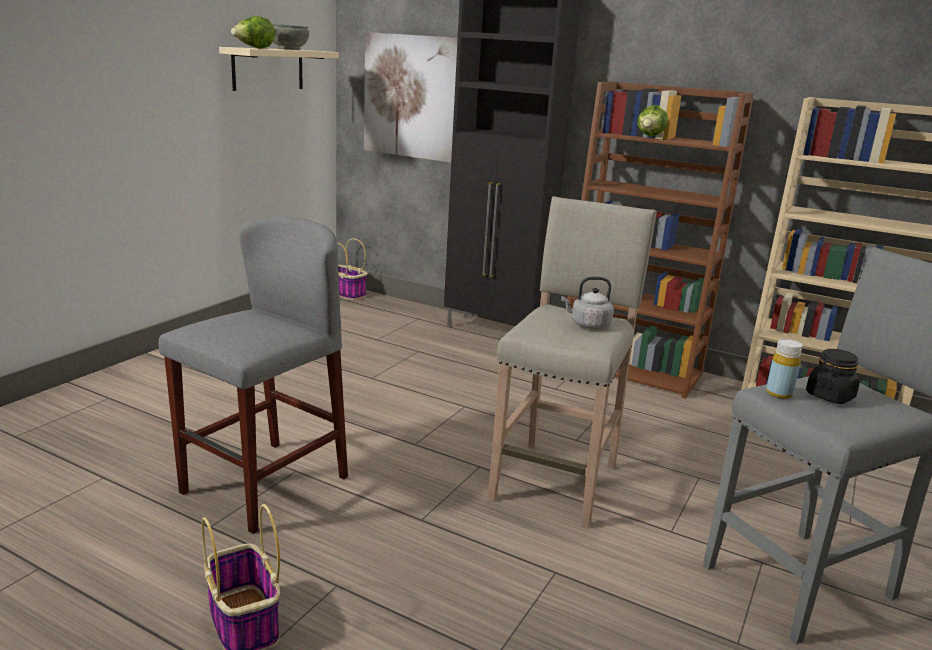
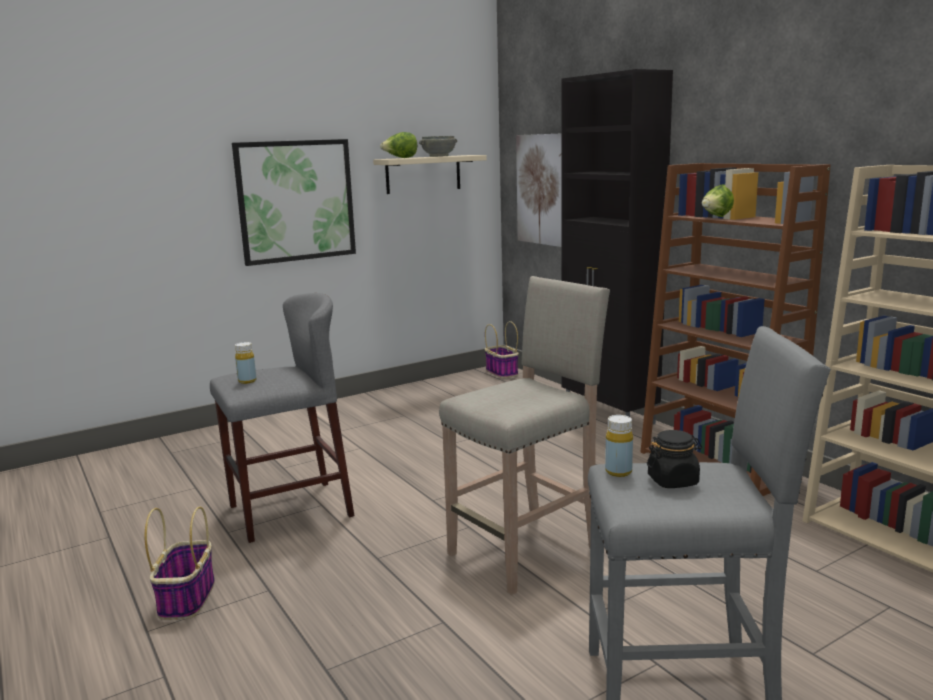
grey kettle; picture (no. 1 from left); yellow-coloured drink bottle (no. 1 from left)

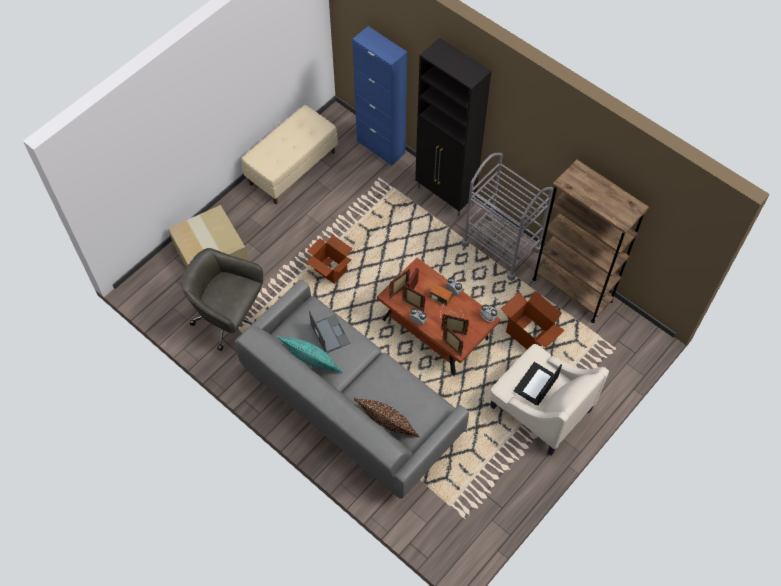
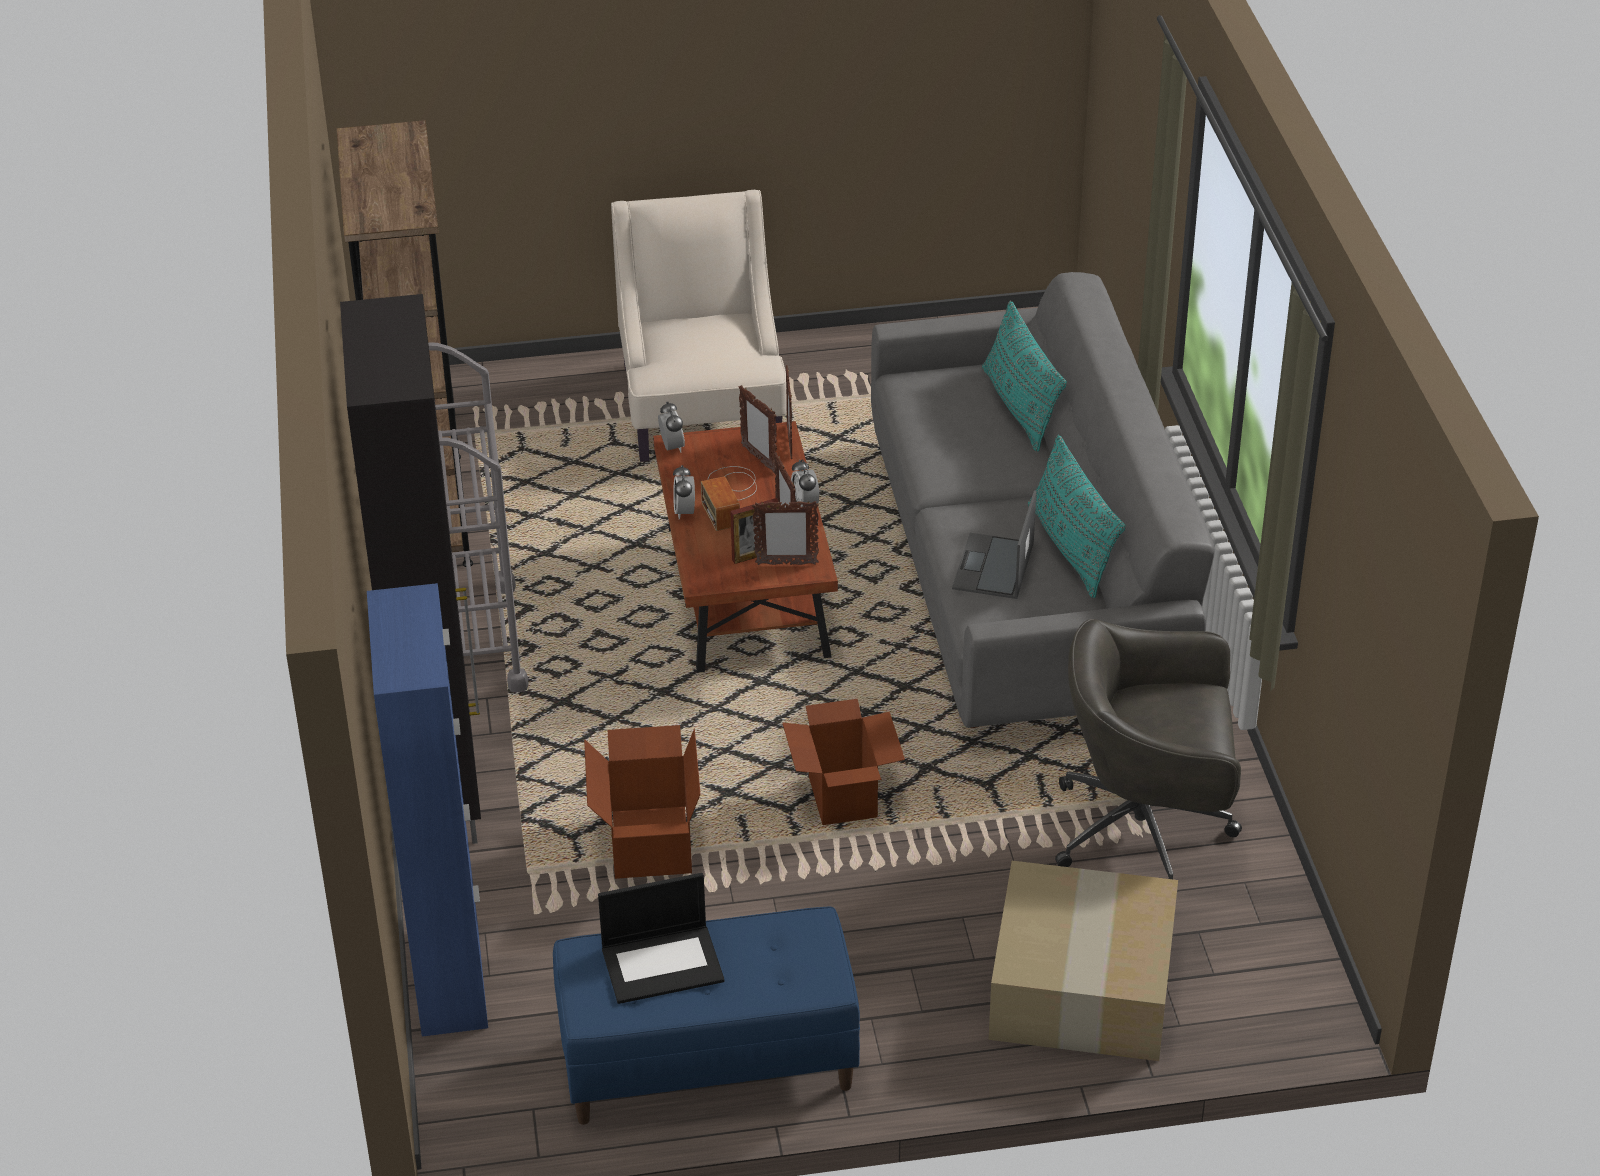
packing box (no. 1 from left); portable computer (no. 1 from left); bluish long seat; turquoise cushion (no. 1 from left); grey desk chair

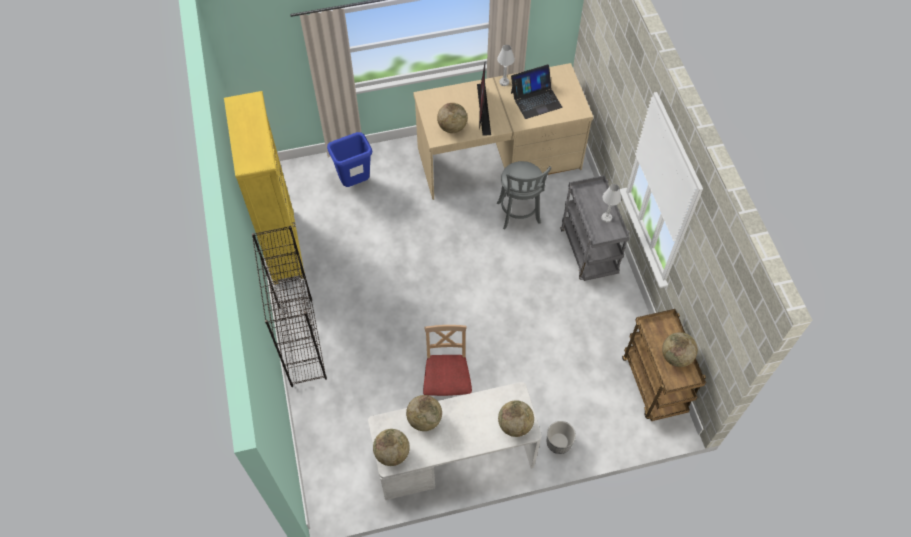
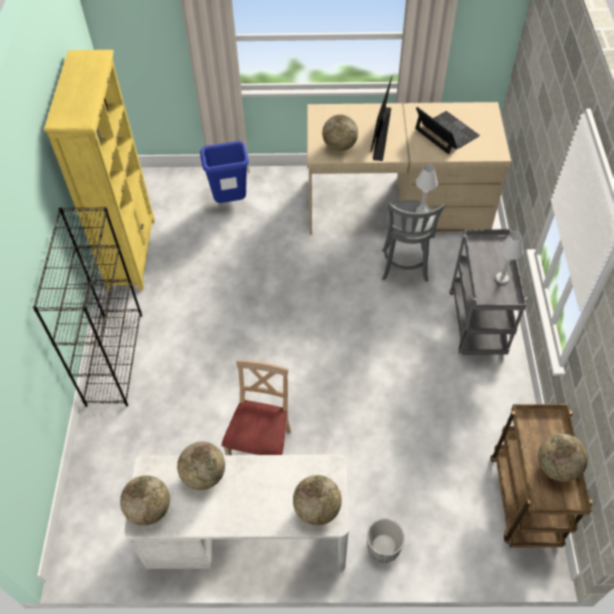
white-coloured lamp for a table (no. 1 from left); portable computer

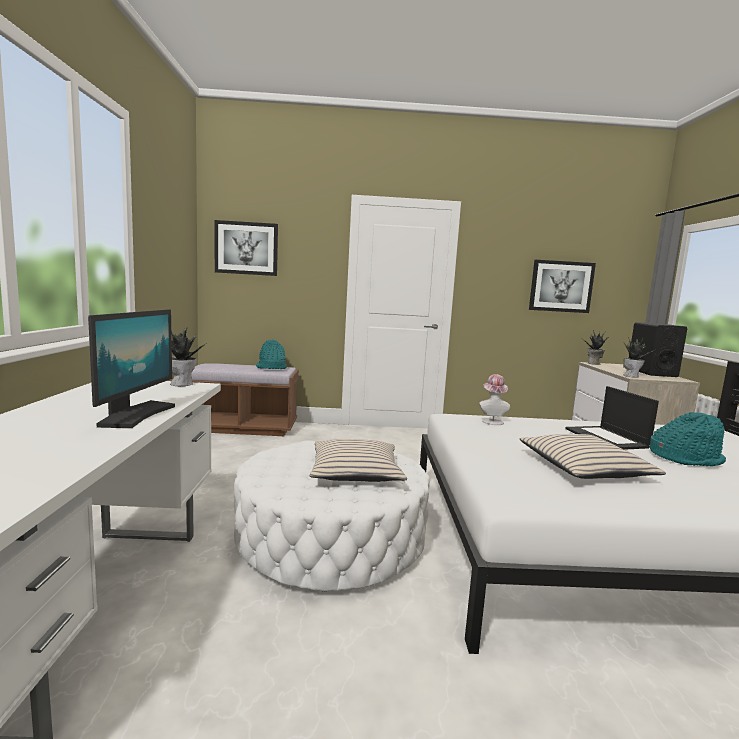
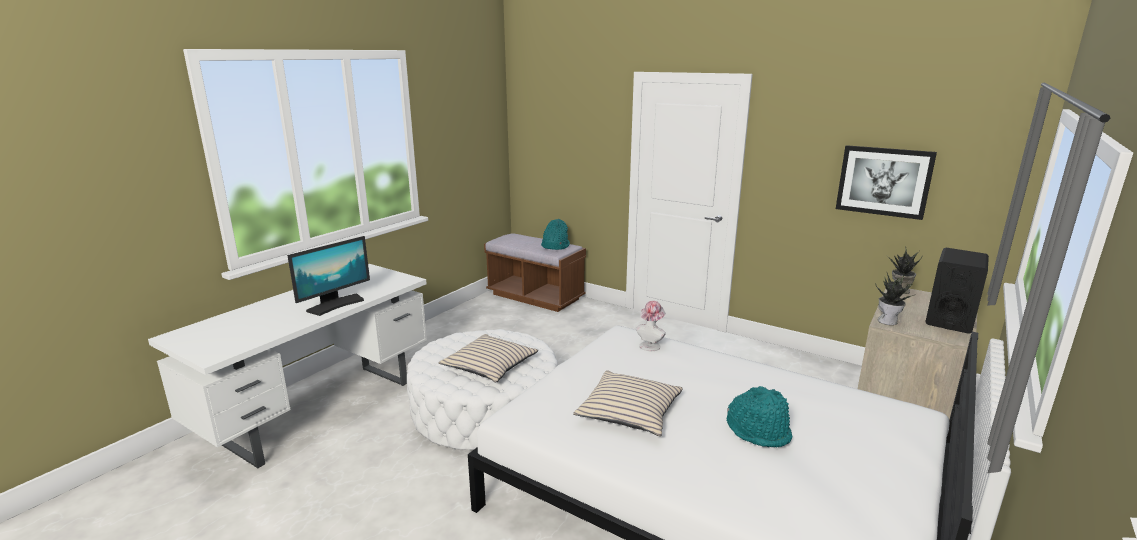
potted plant (no. 1 from left in the first image); picture (no. 1 from left in the first image); portable computer

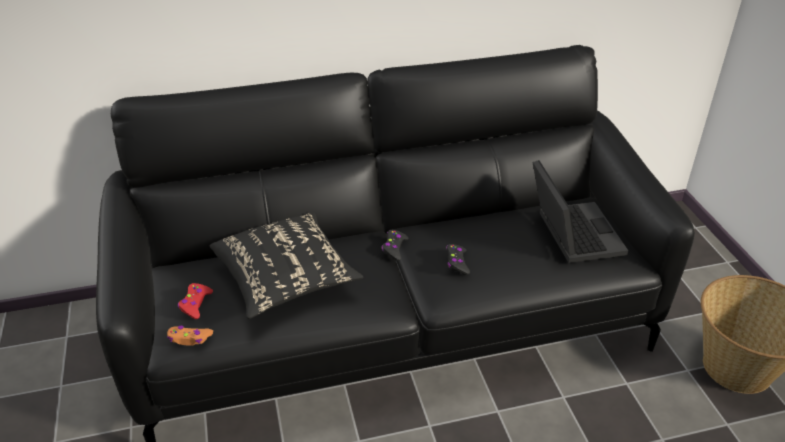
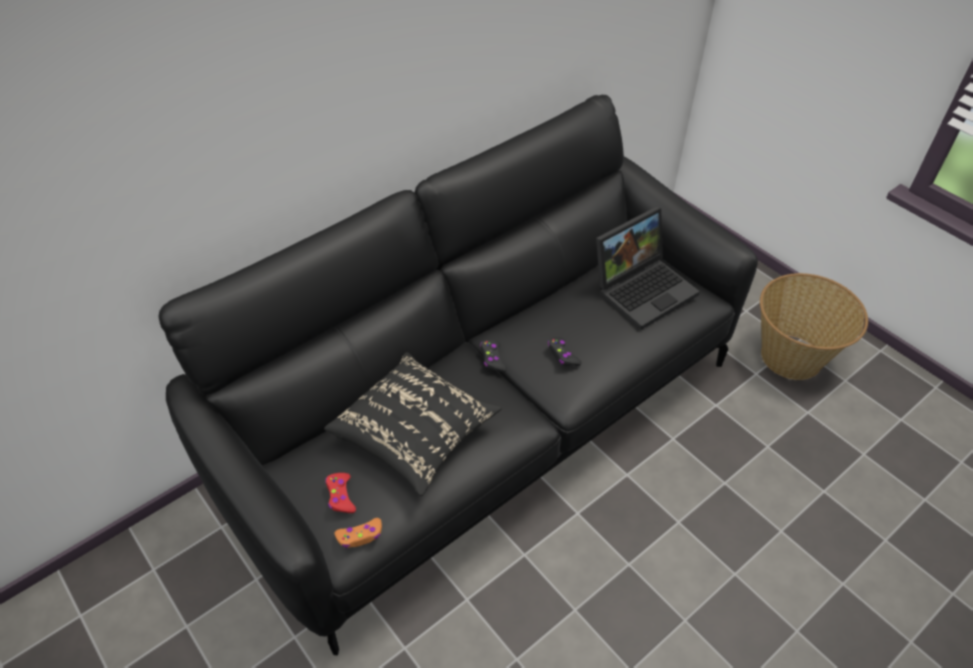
portable computer

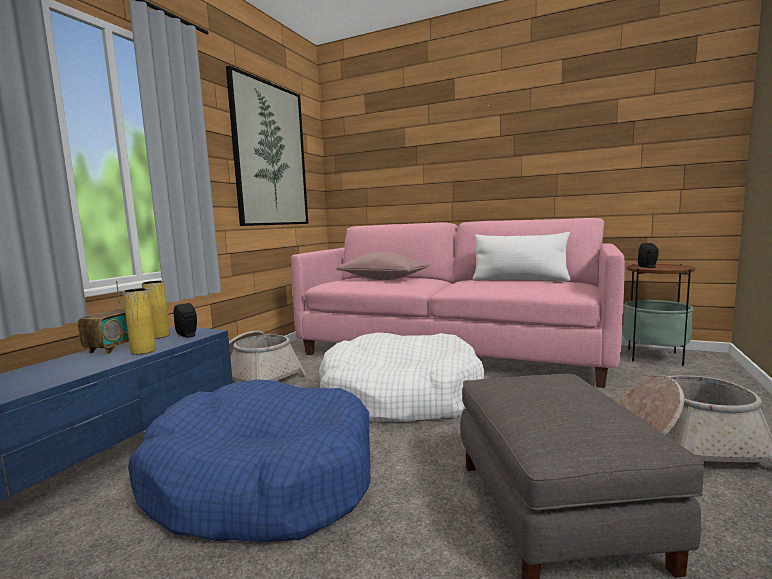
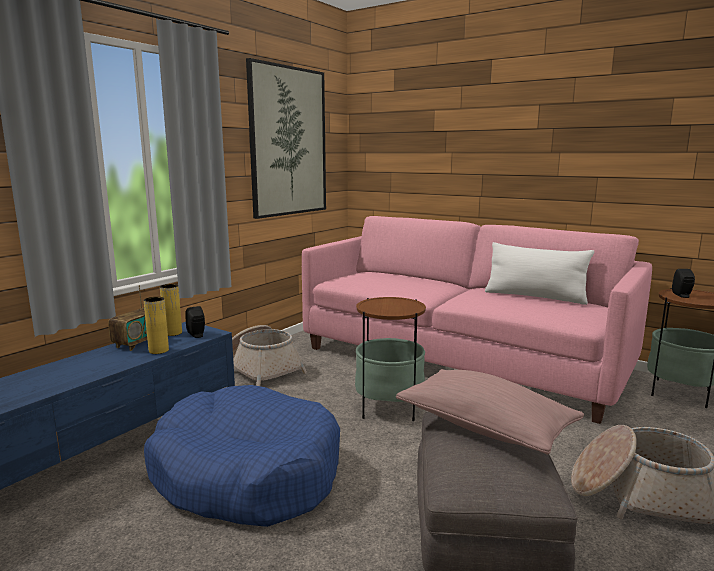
pink cushion; side table (no. 1 from left)

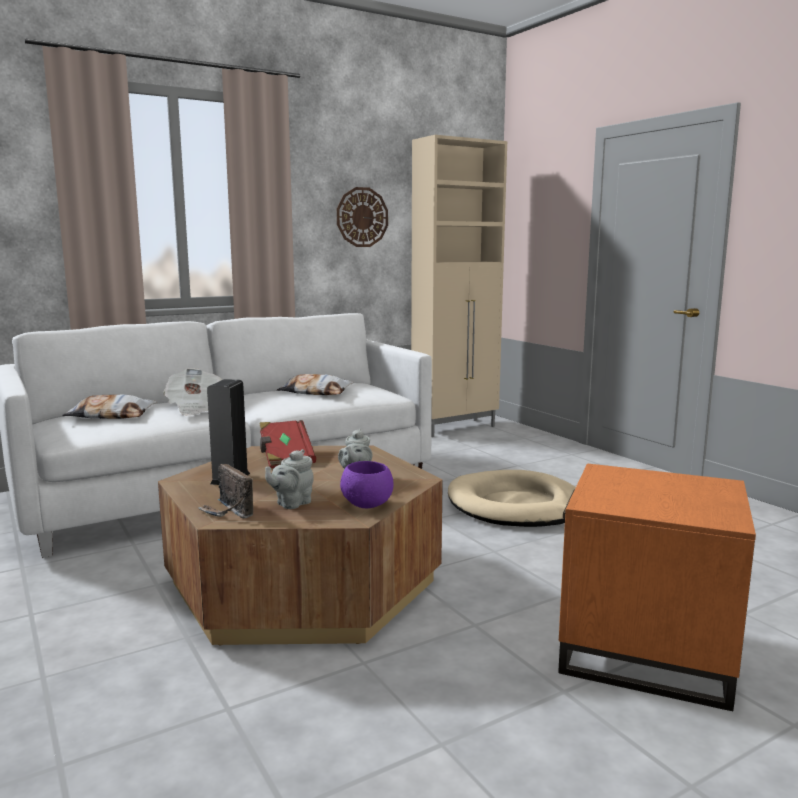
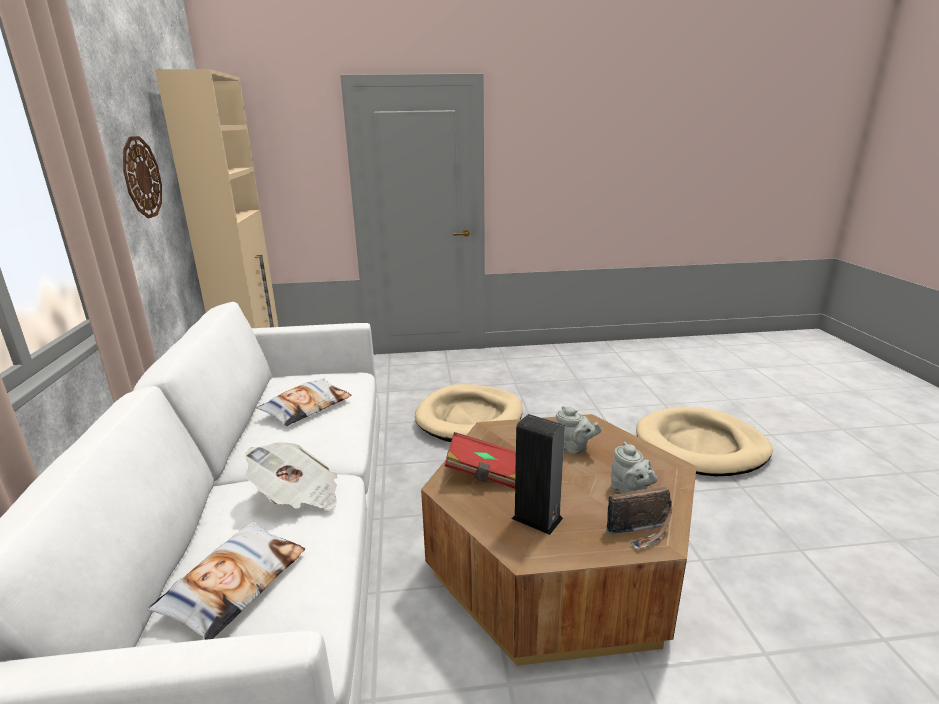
purple deep dish; beige-coloured pet bed (no. 2 from left)

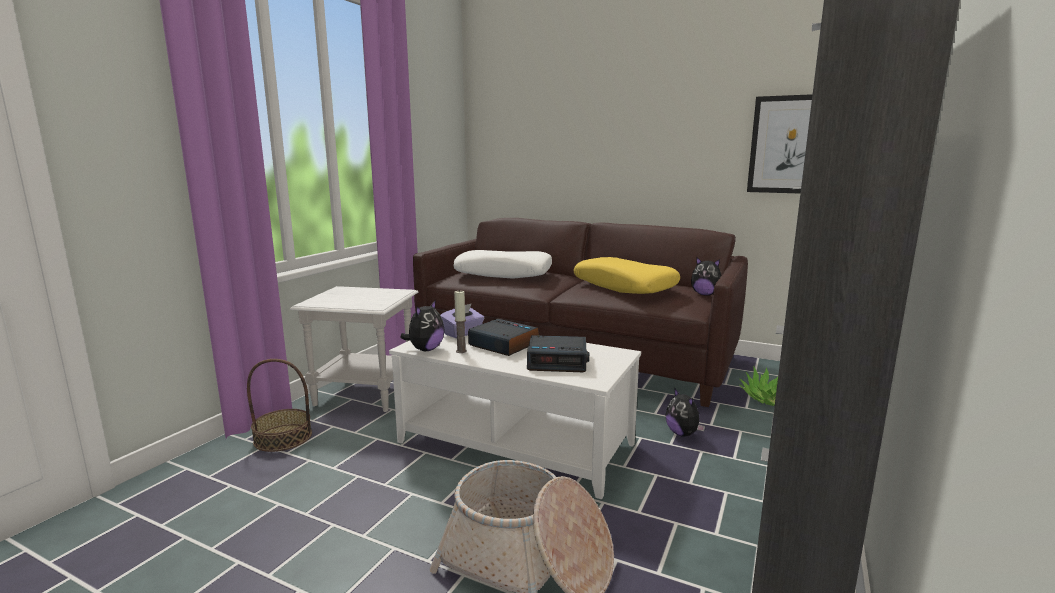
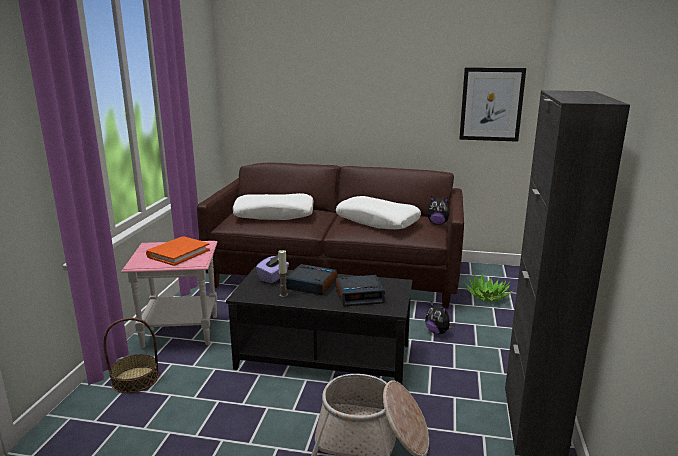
plush toy (no. 1 from left in the first image); orangey bound book; pink side table; black-coloured lounge table; white-coloured cushion (no. 2 from left)

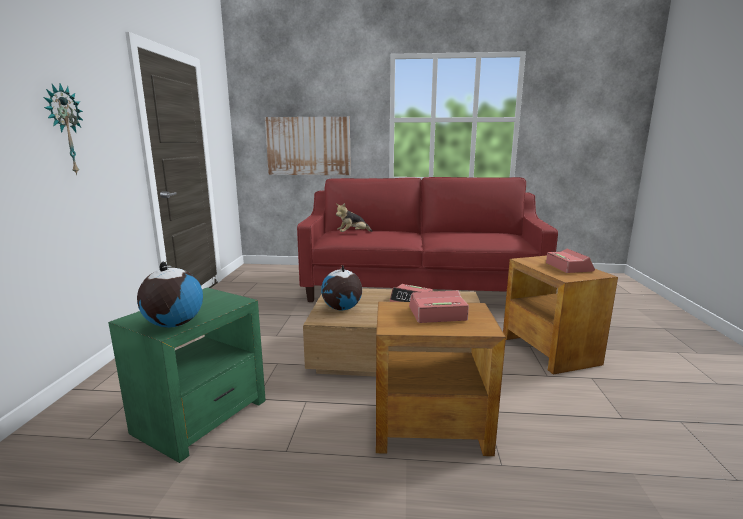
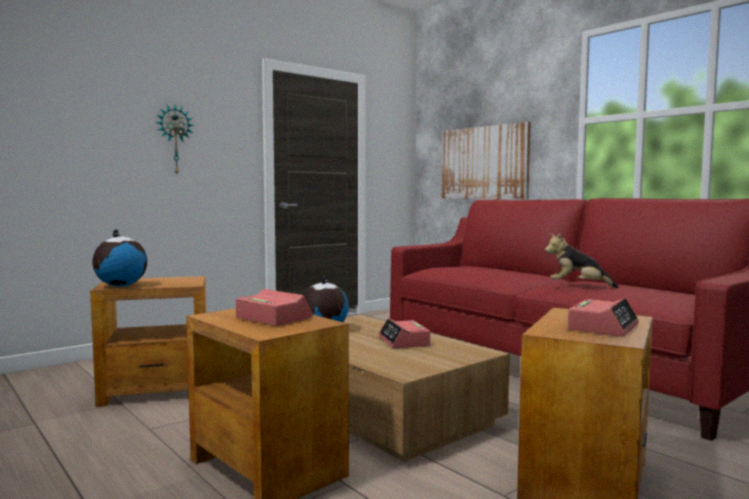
plush toy; brown side table (no. 1 from left)

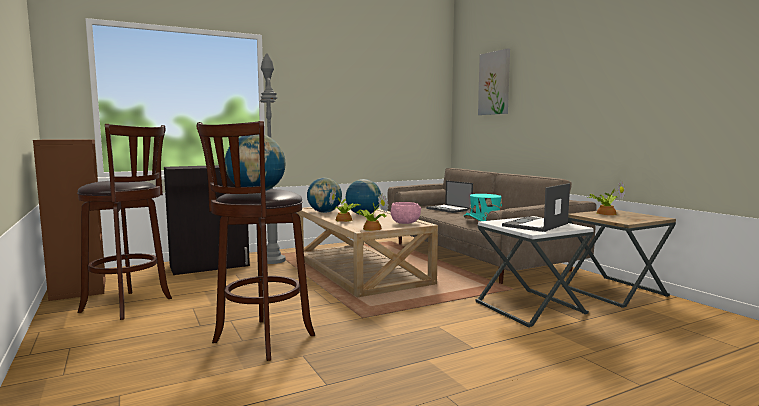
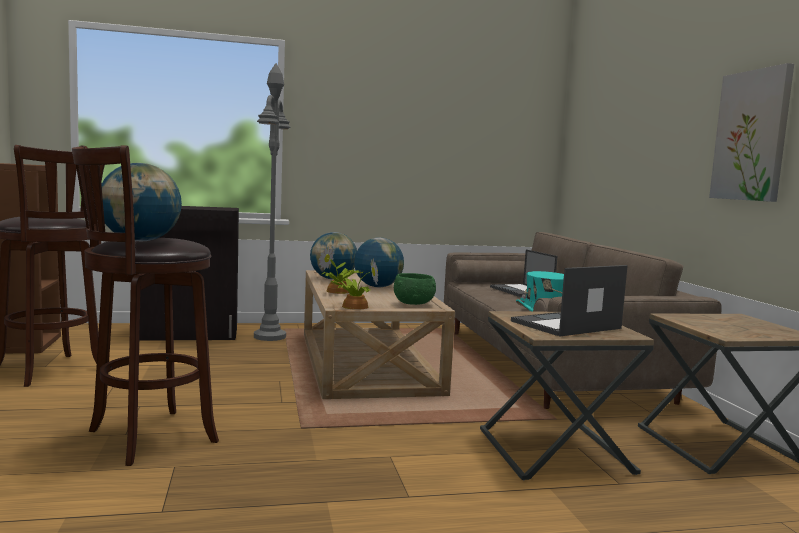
potted plant (no. 3 from left in the first image); picture; green-coloured deep dish; brown side table (no. 1 from left)

